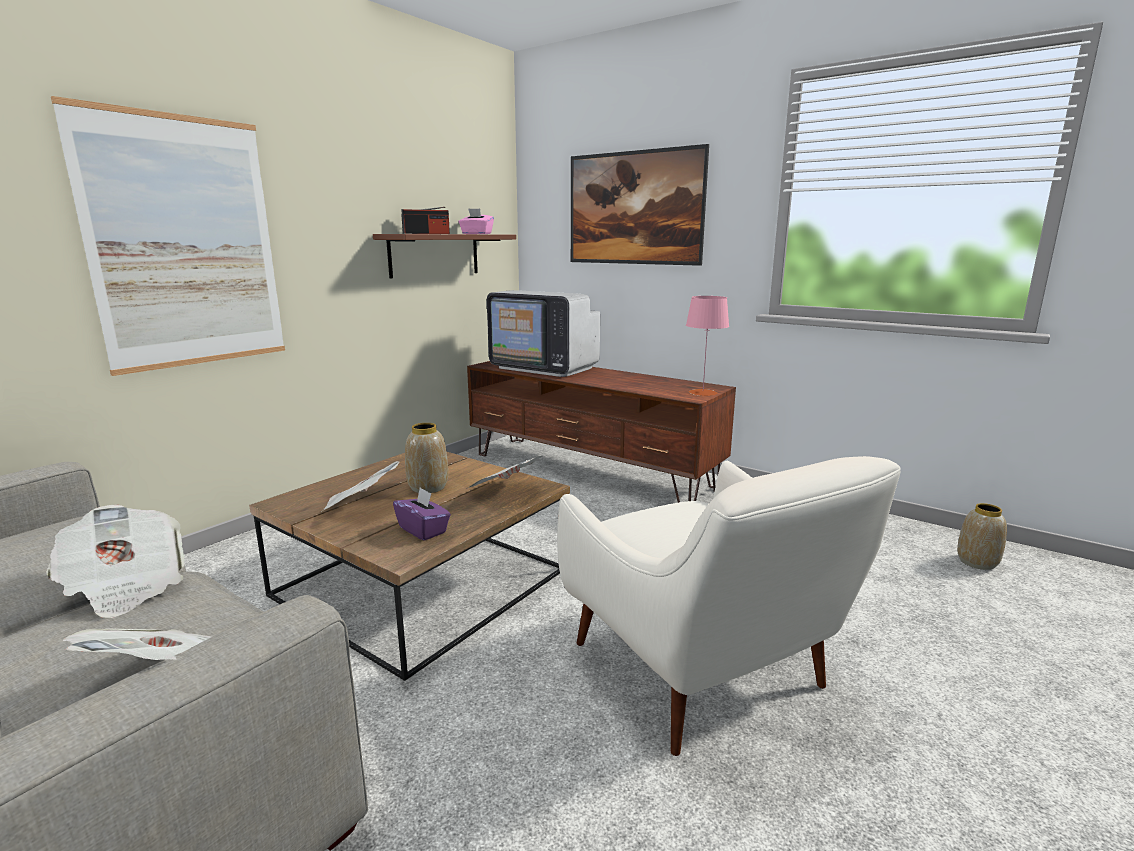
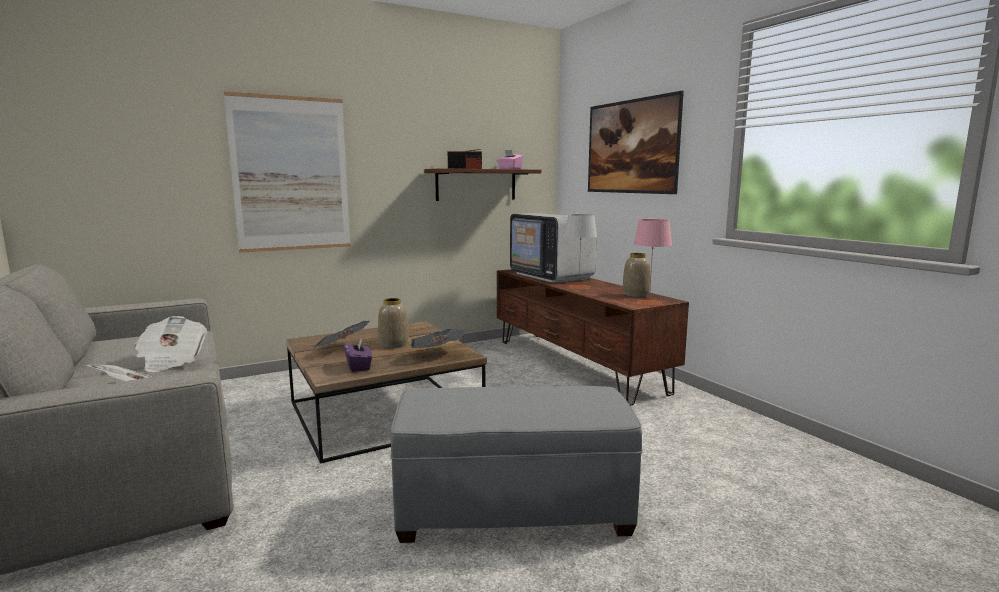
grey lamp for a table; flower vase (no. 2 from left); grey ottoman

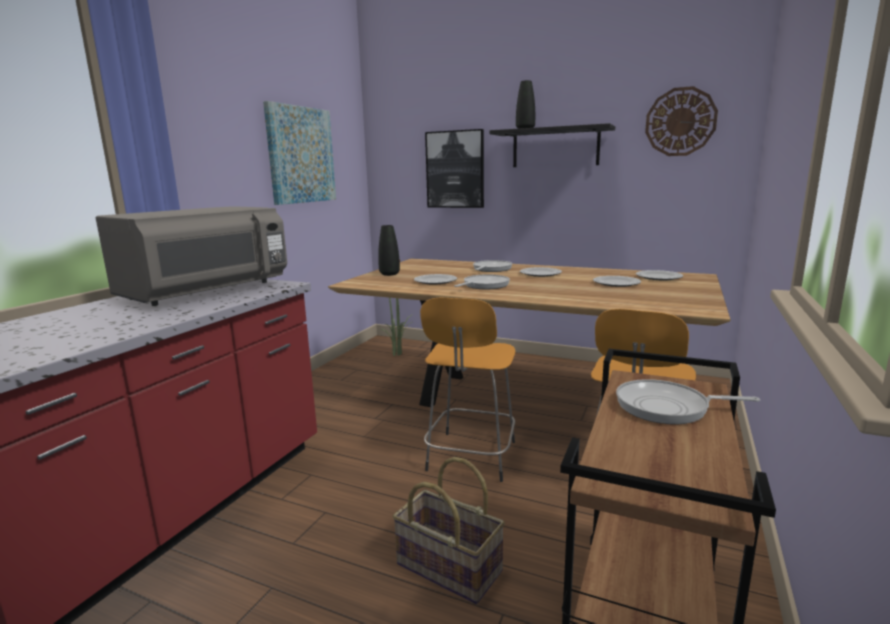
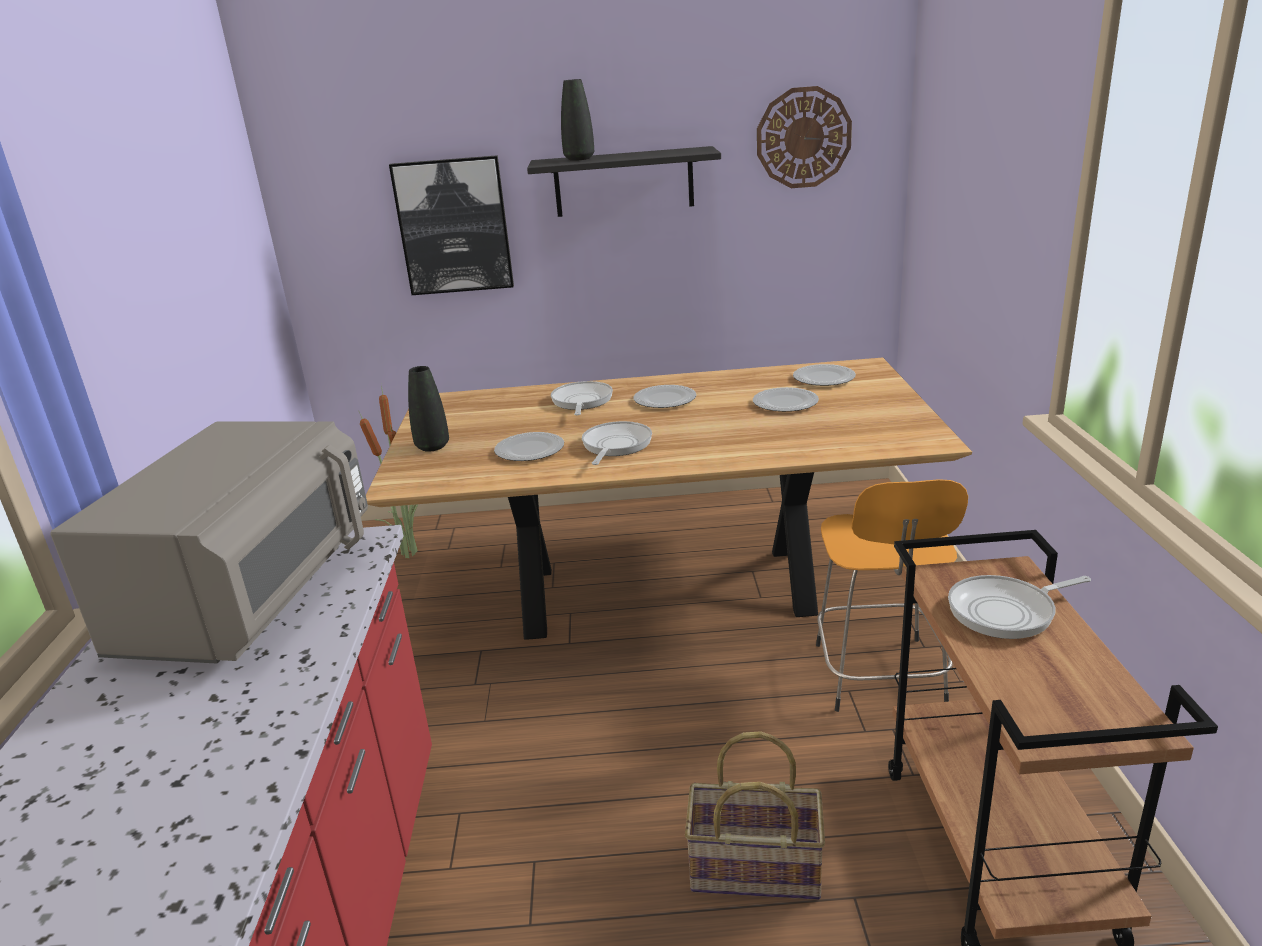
picture (no. 1 from left in the first image); orangey stool seat (no. 1 from left in the first image)

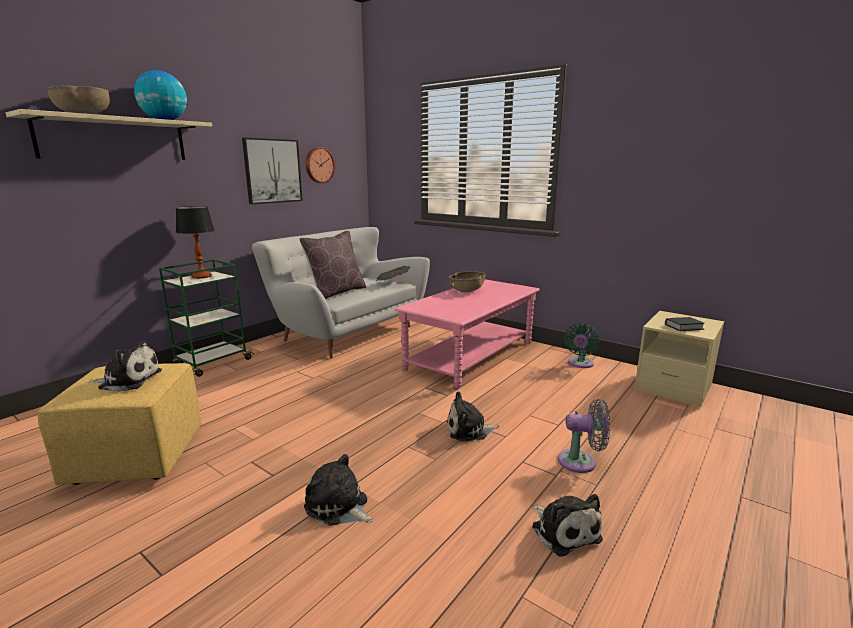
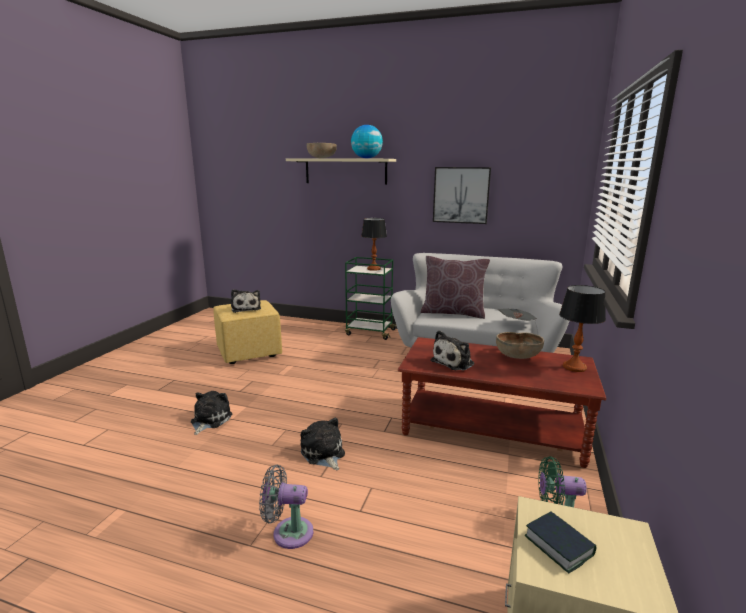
wall clock; lamp for a table (no. 2 from left); plush toy (no. 4 from left); brown lounge table; grey cooling fan

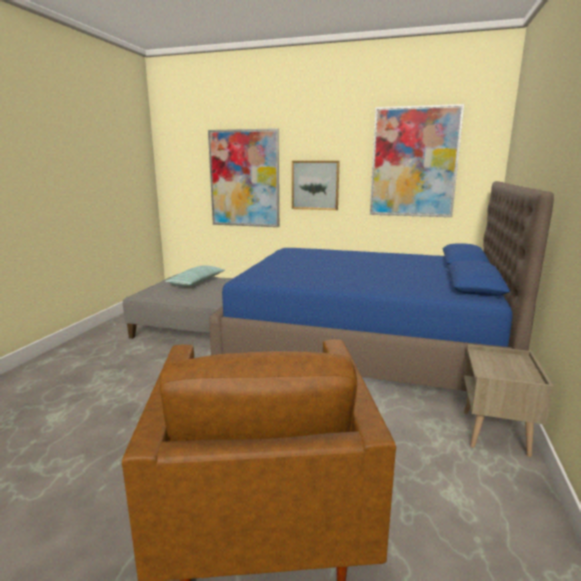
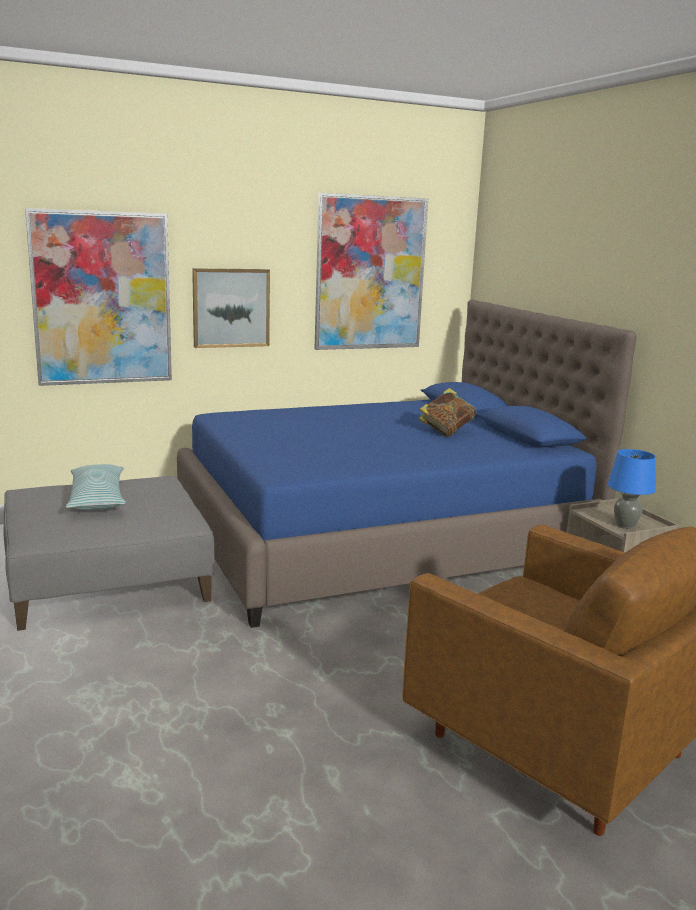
bound book; bluish lamp for a table

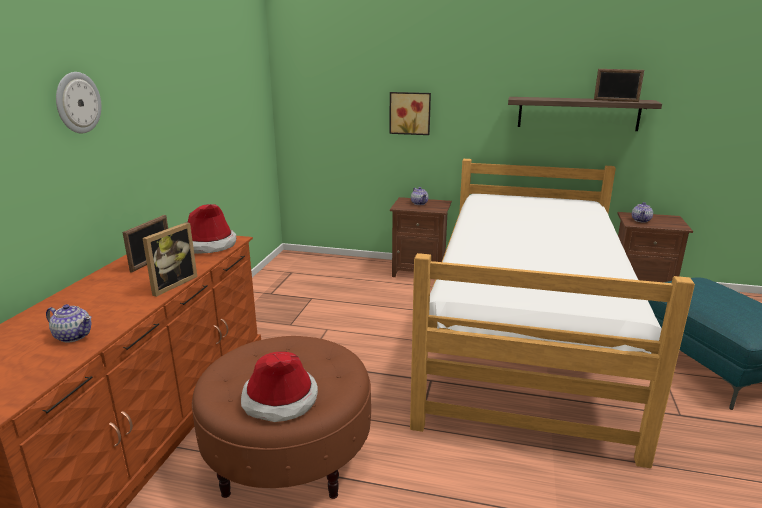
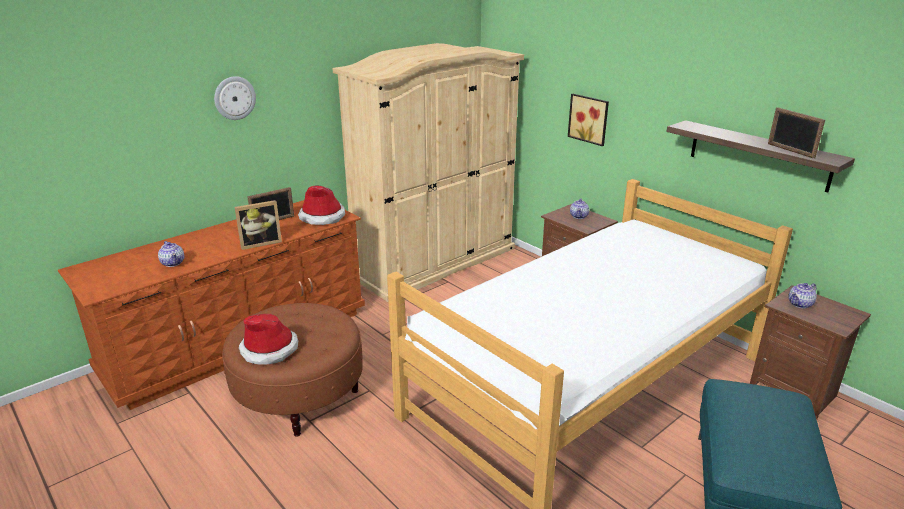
beige-coloured clothes cupboard

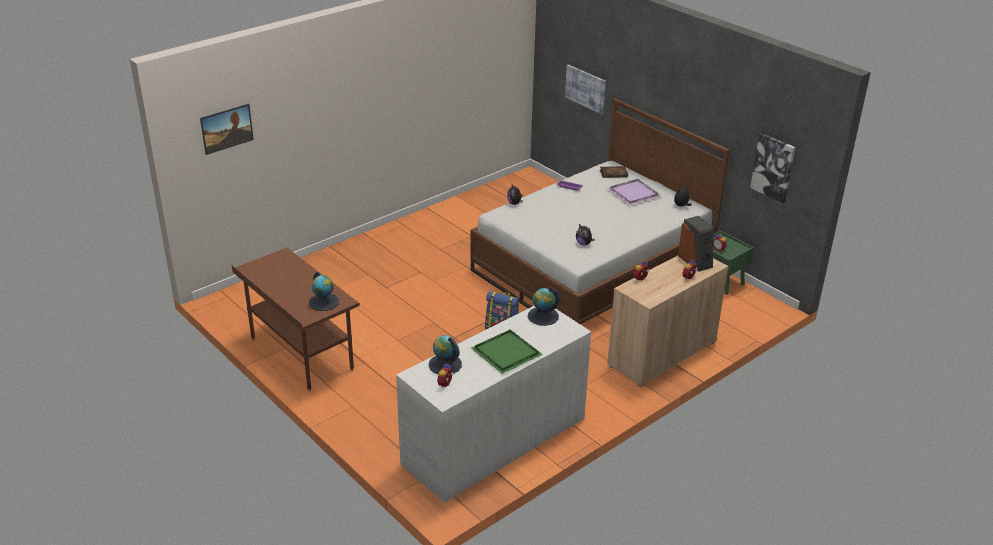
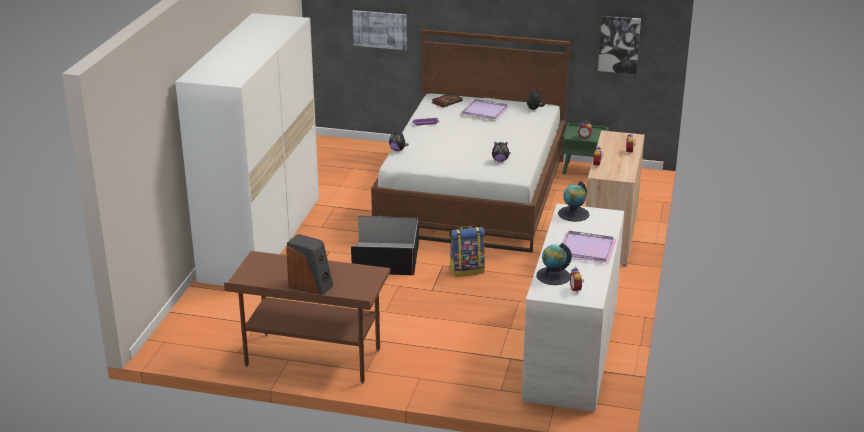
picture (no. 1 from left in the first image); world globe (no. 1 from left in the first image); white-coloured clothes cupboard; black-coloured storage bin; speaker; purple serving tray (no. 3 from left)

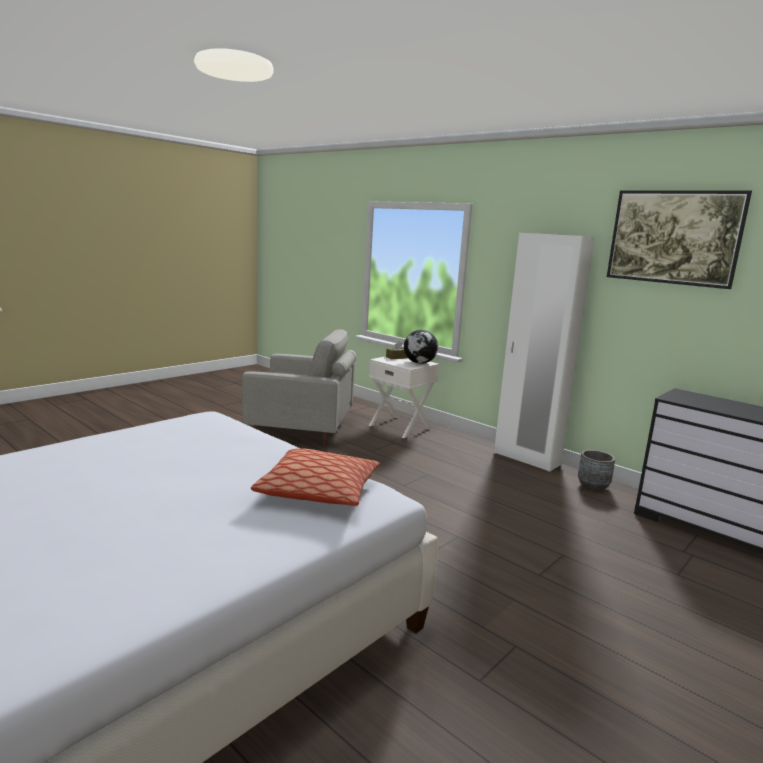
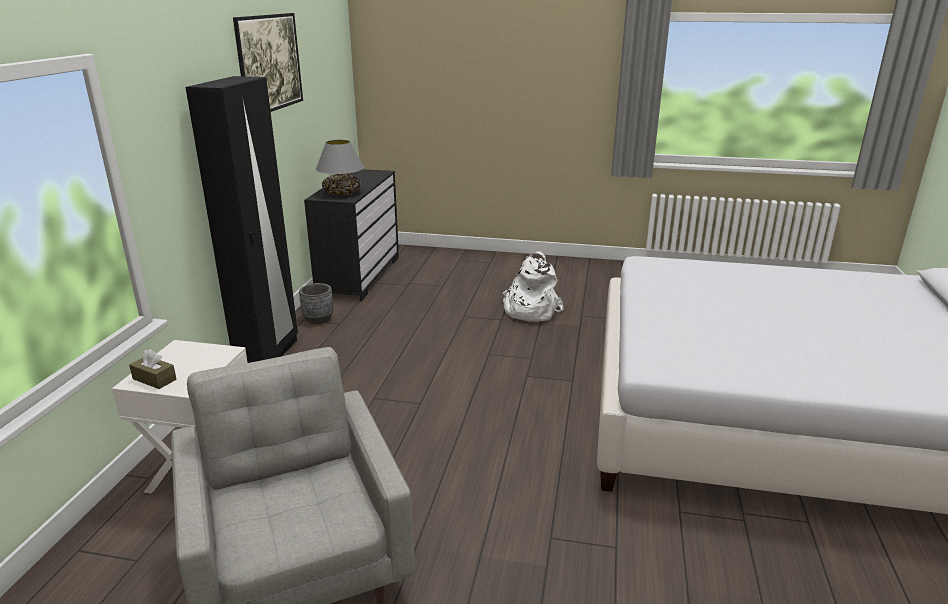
cushion; world globe; grey lamp for a table; white-coloured backpack; black-coloured clothes cupboard

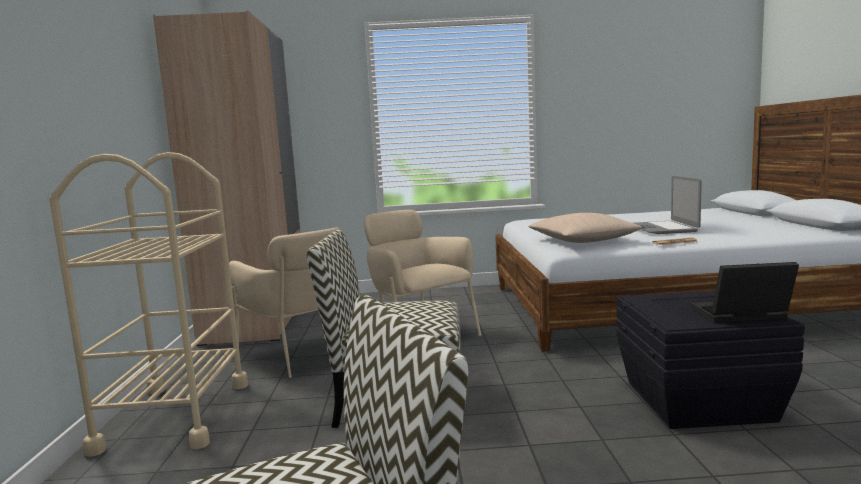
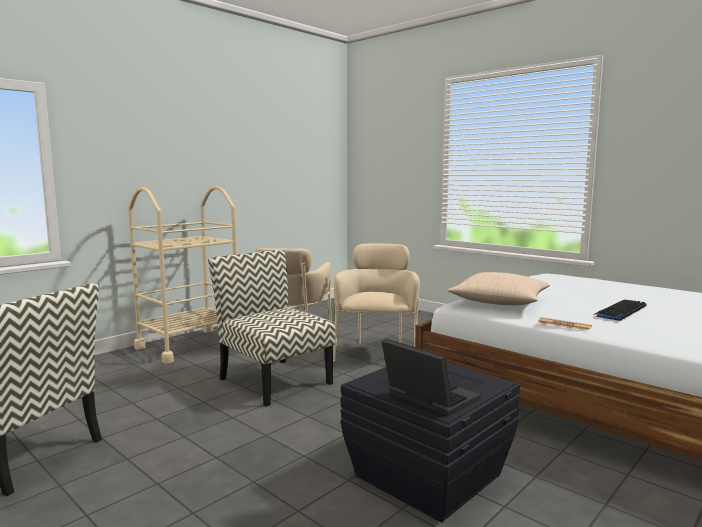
beige-coloured clothes cupboard; computer keyboard

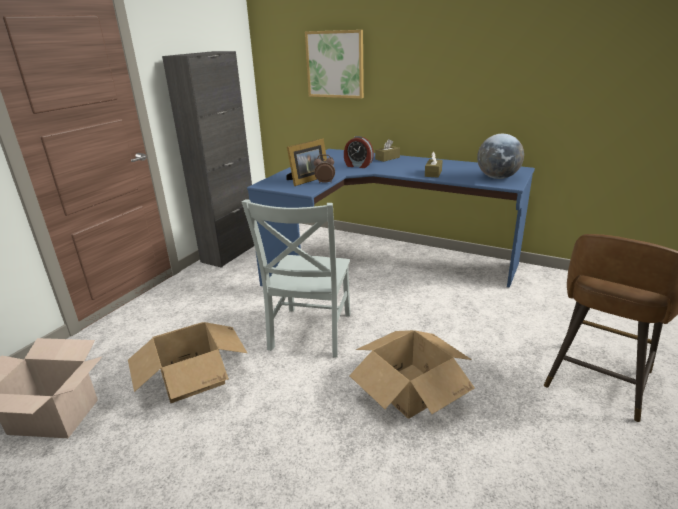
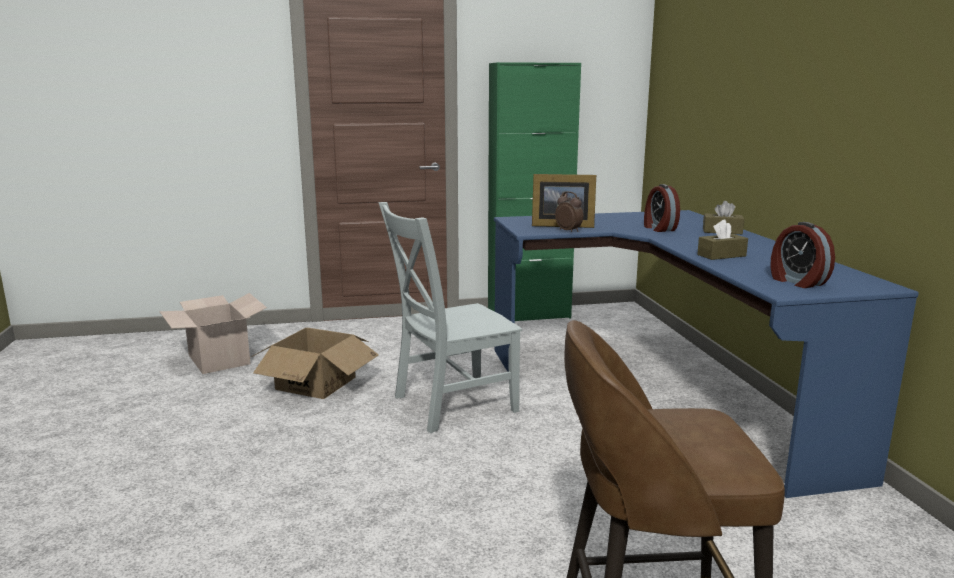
picture; packing box (no. 3 from left in the first image); bedside clock (no. 3 from left); green-coloured cabinet

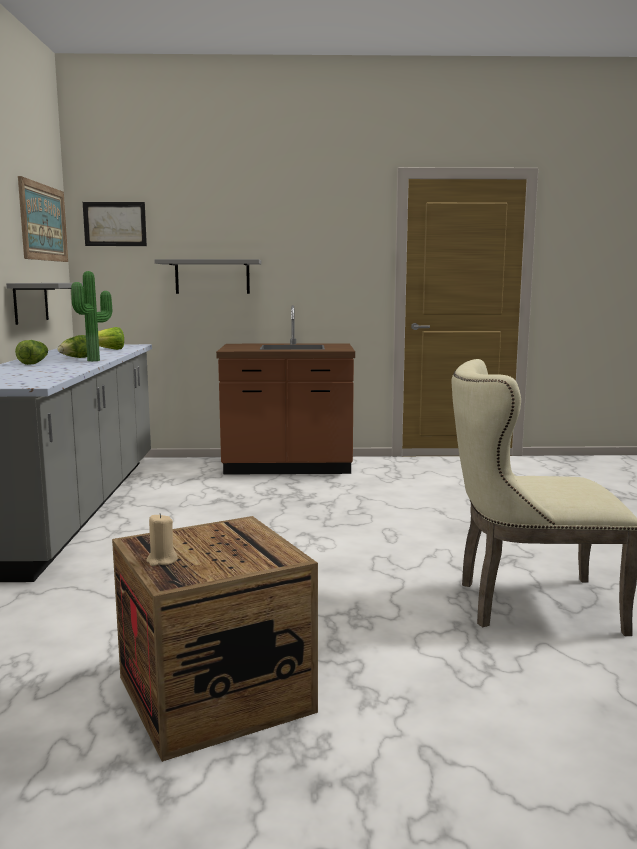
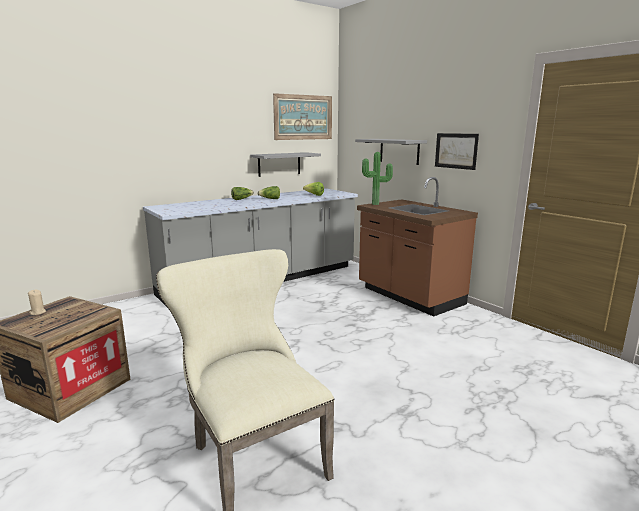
potted plant; picture (no. 2 from left)

